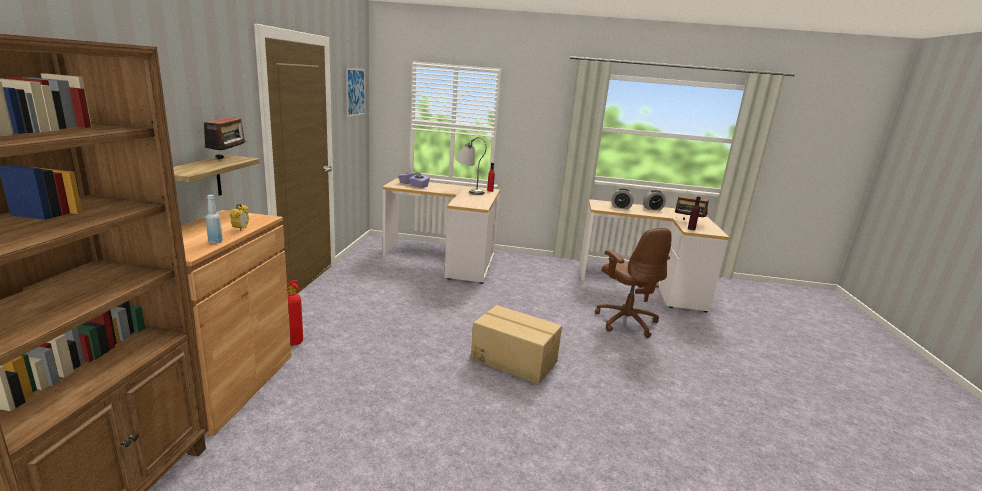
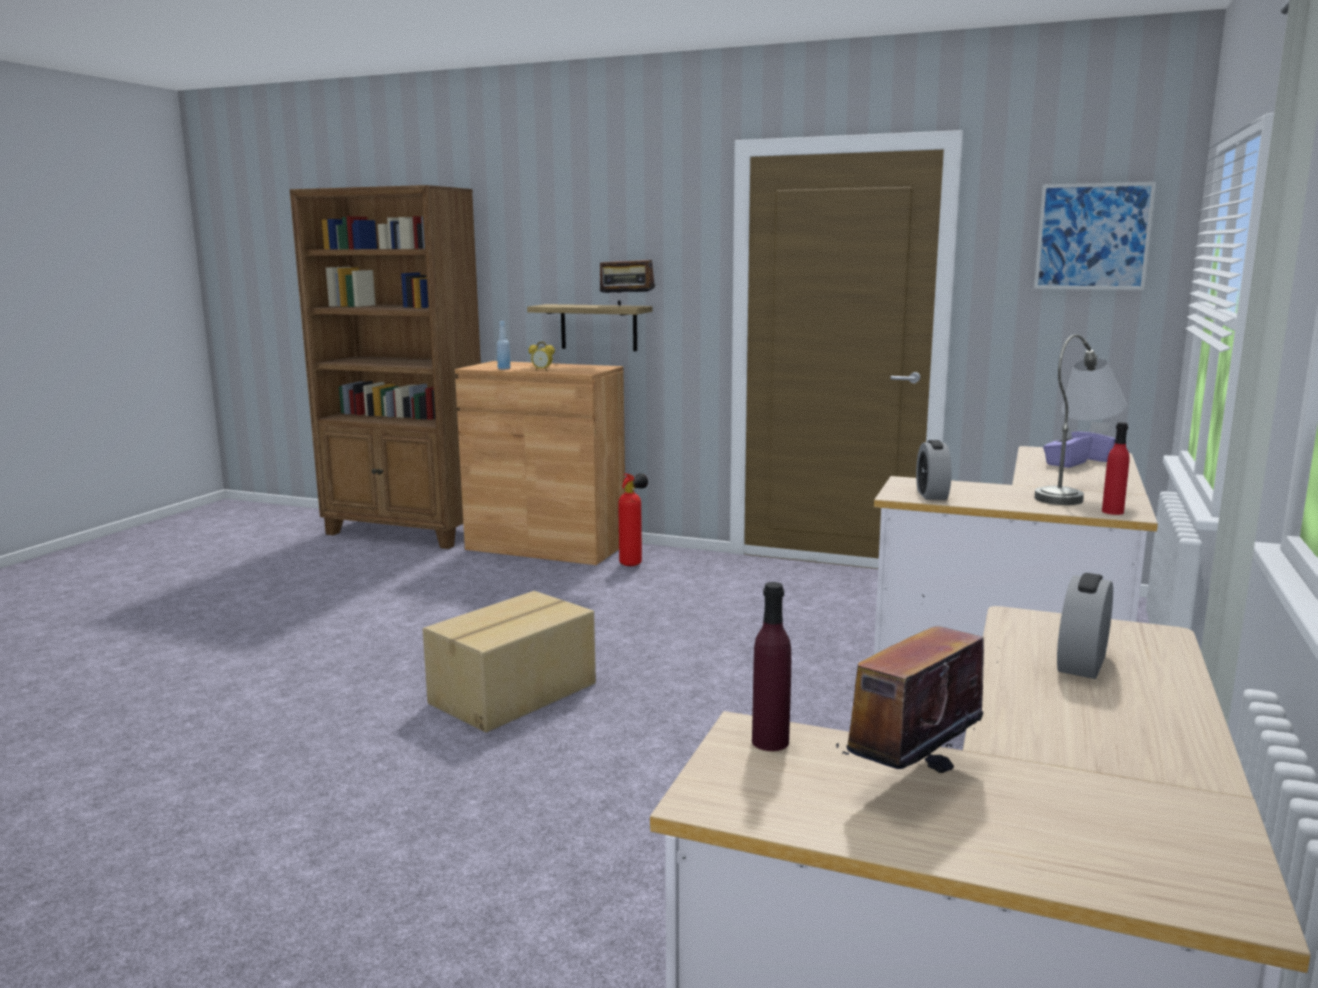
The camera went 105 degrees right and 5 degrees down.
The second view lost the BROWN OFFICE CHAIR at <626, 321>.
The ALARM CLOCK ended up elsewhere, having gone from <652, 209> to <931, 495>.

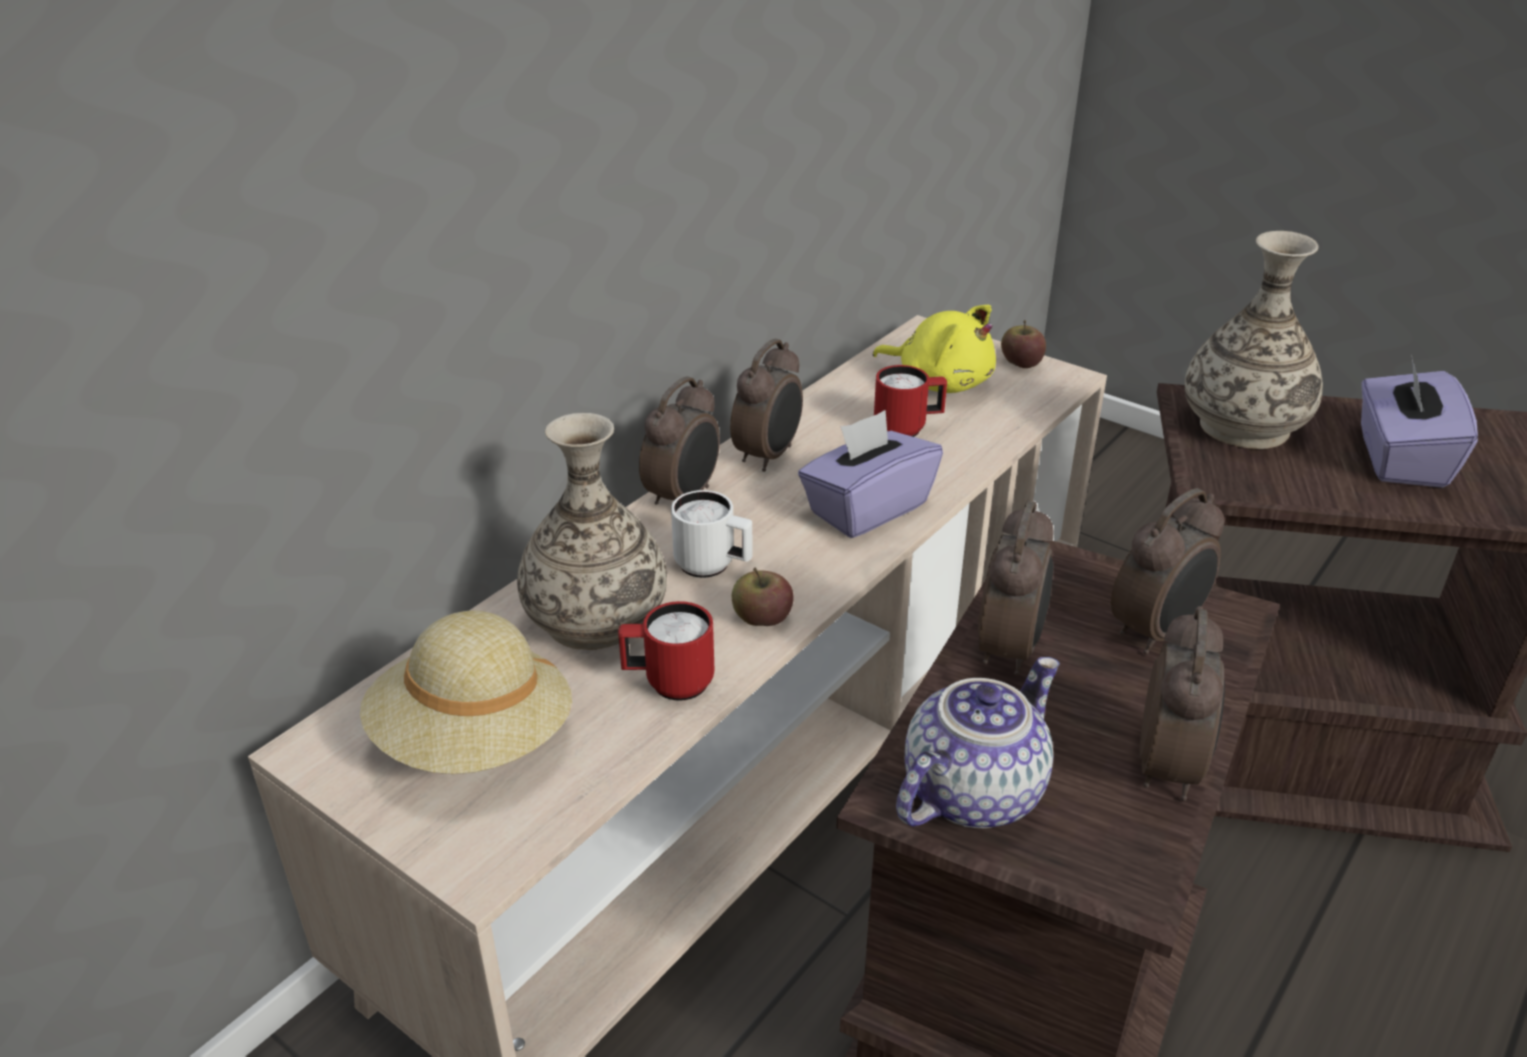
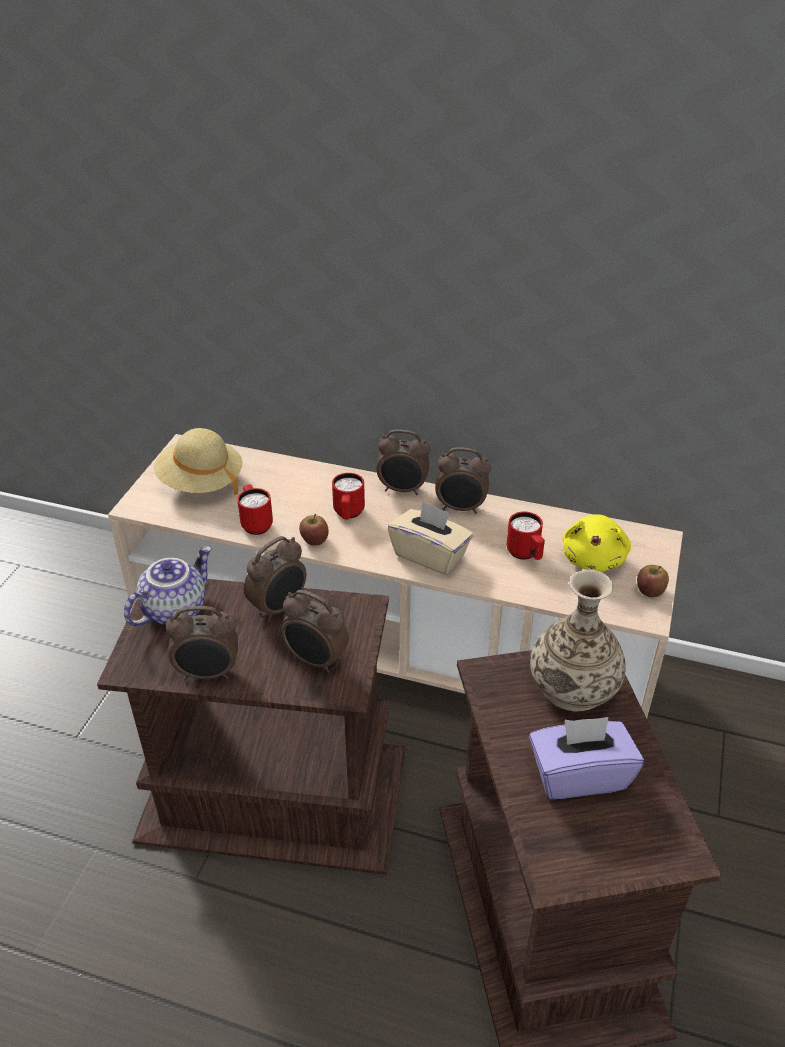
The camera went 70 degrees right and 5 degrees up.
The second view lost the VASE at <596, 618>.
What was the WHITE MUG at <713, 567> turned into the RED MUG at <348, 514>.
What was the PURPLE TISSUE BOX at <867, 508> turned into the BEIGE TISSUE BOX at <430, 555>.
The TEAPOT at <970, 790> ended up facing another way, 75 degrees counterclockwise from before.
The ALARM CLOCK at <1010, 649> ended up facing another way, 45 degrees counterclockwise from before.

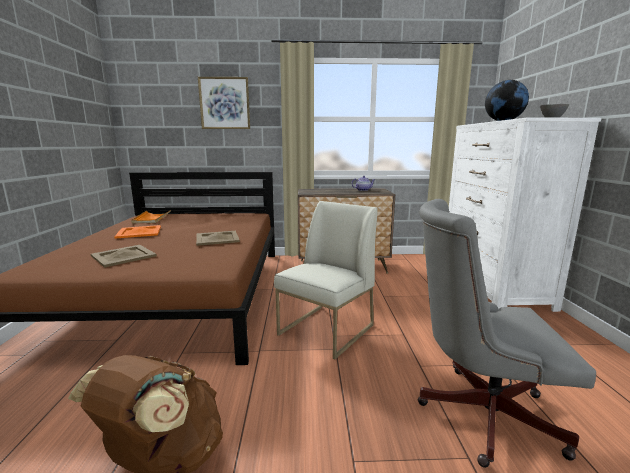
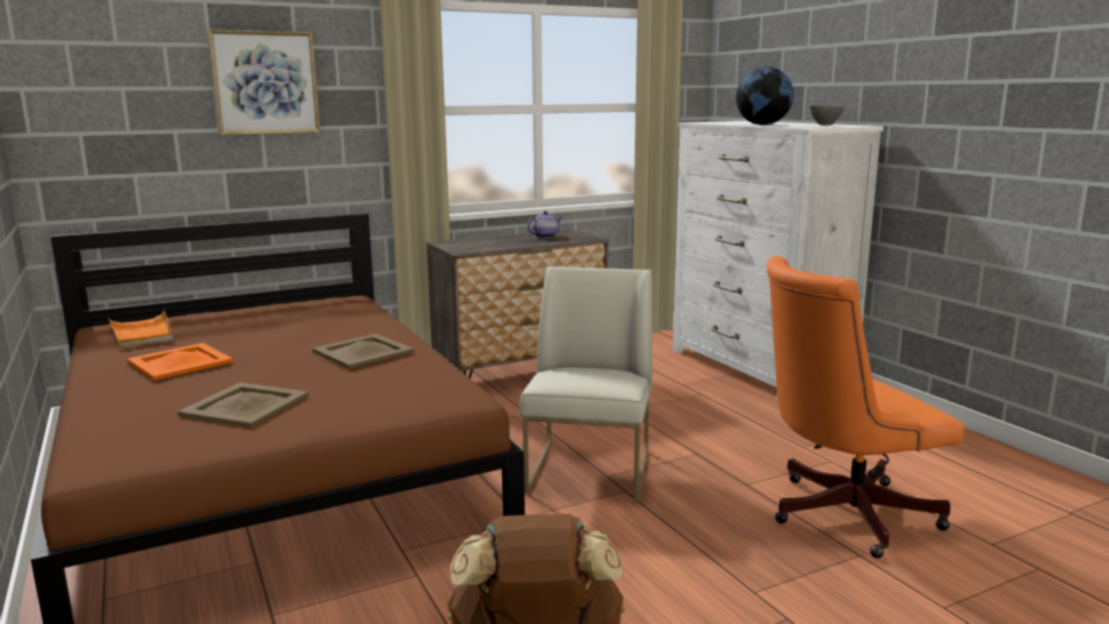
The camera went 25 degrees left and 0 degrees up.
What was the GREY OFFICE CHAIR at <478, 412> turned into the ORANGE OFFICE CHAIR at <841, 514>.

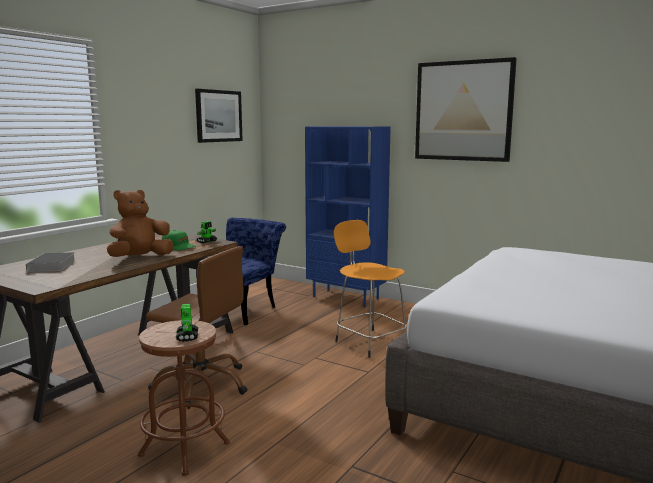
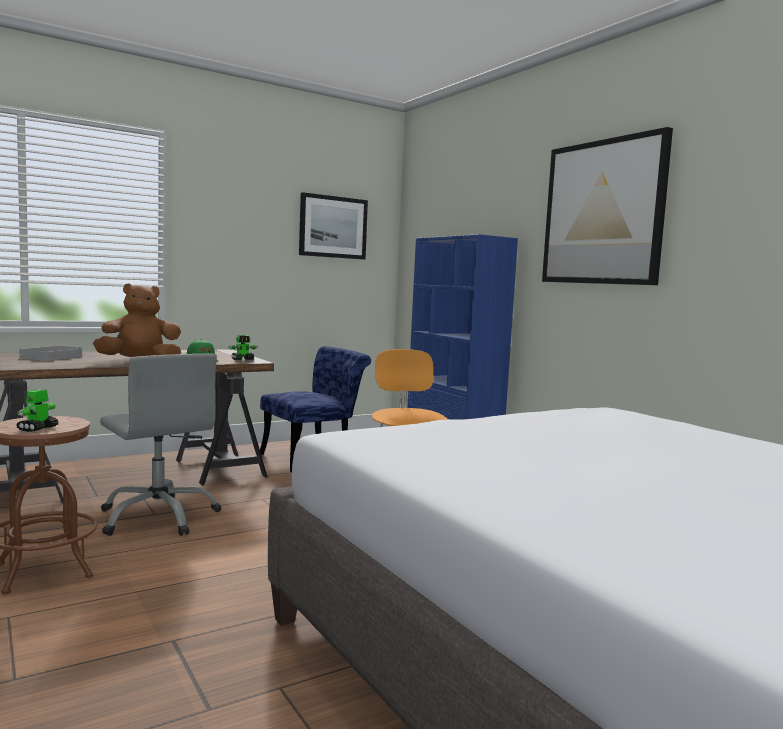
The camera went 25 degrees right and 5 degrees down.
What was the BROWN OFFICE CHAIR at <202, 384> turned into the GREY OFFICE CHAIR at <159, 517>.

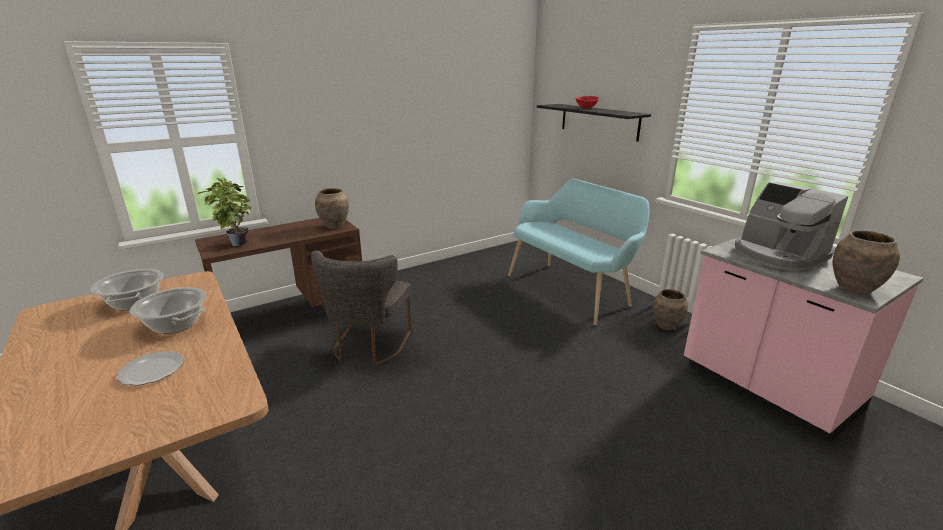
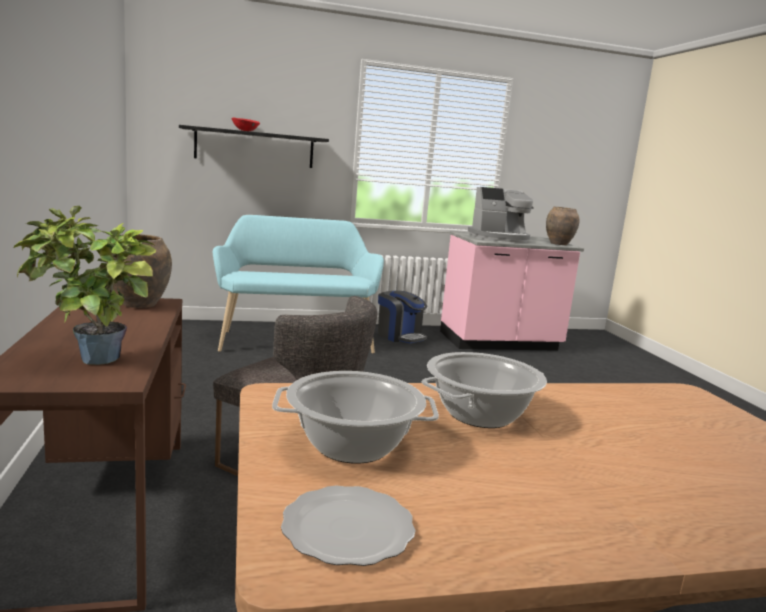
The camera went 70 degrees left and 10 degrees down.
The PLATE ended up elsewhere, having gone from <152, 369> to <345, 528>.
Where the BROWN VASE stood at <666, 326>, the COFFEE MACHINE came to stand at <400, 336>.

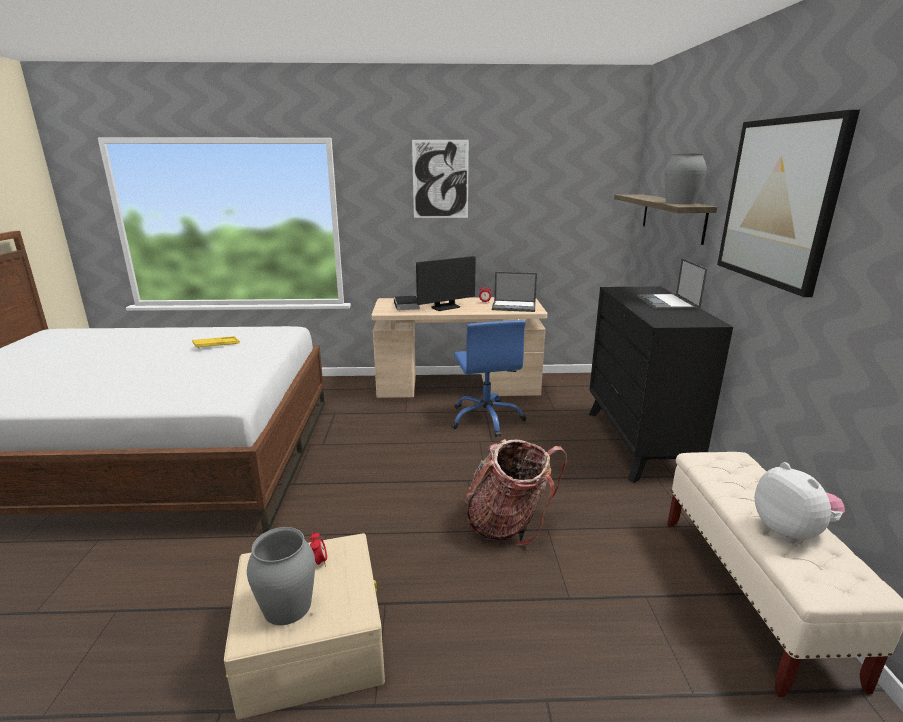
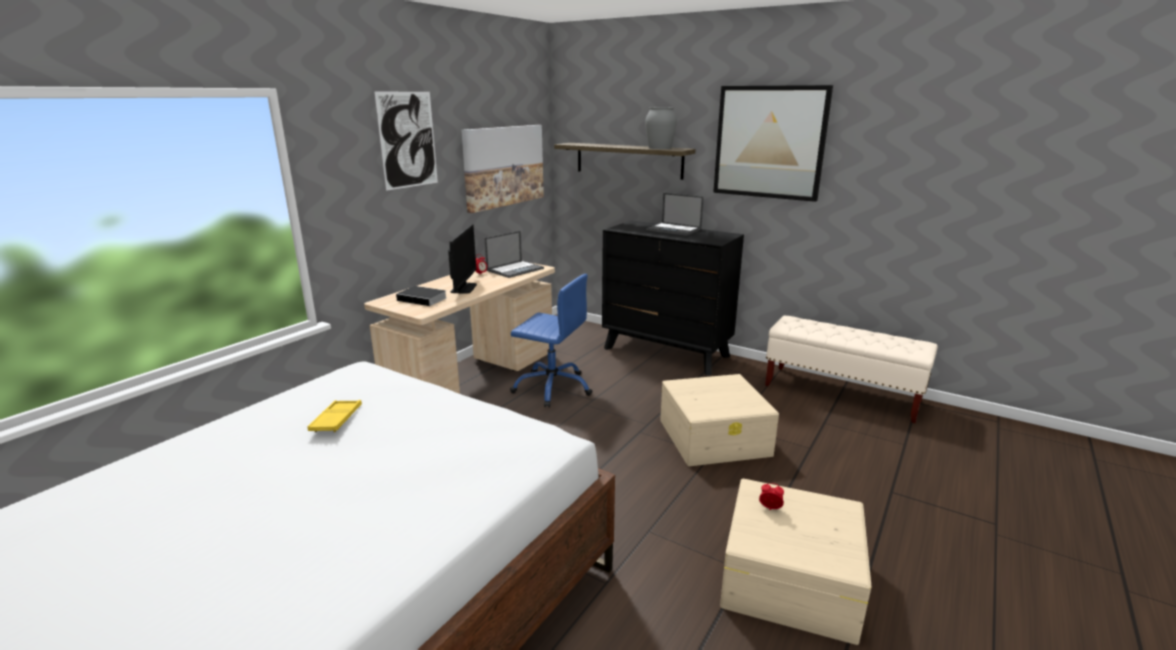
The camera went 55 degrees left and 0 degrees up.
The second view lost the GREY VASE at <287, 606>.
Where the BACKPACK stood at <509, 523>, the BEIGE STORAGE BOX came to stand at <715, 437>.
The second view lost the PLUSH TOY at <790, 531>.
The second view gained the PICTURE at <504, 166>.

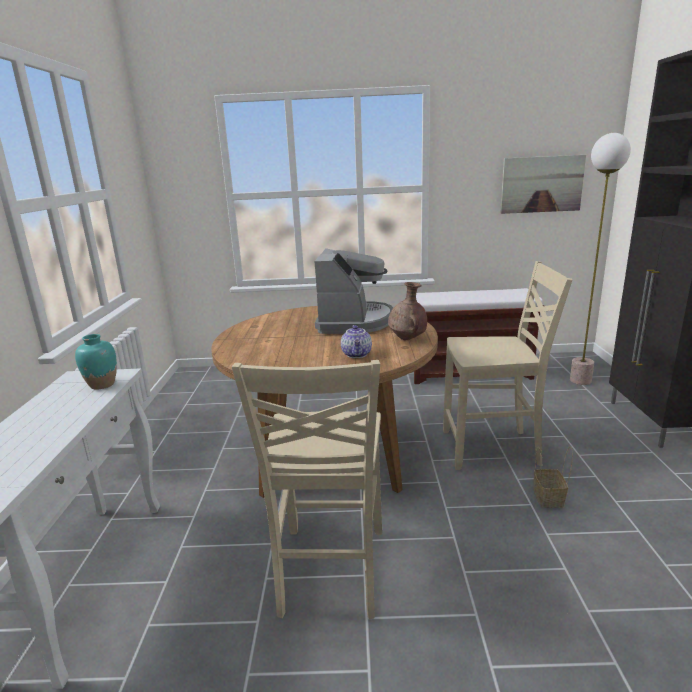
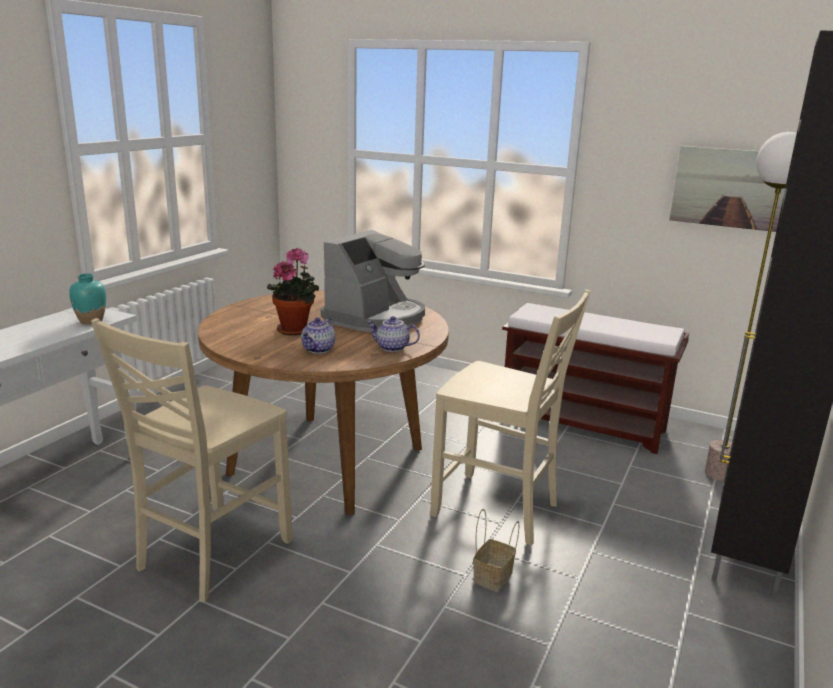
The camera went 25 degrees right and 0 degrees up.
Where the BROWN VASE stood at <408, 339>, the TEAPOT came to stand at <392, 348>.
The second view gained the POTTED PLANT at <296, 329>.

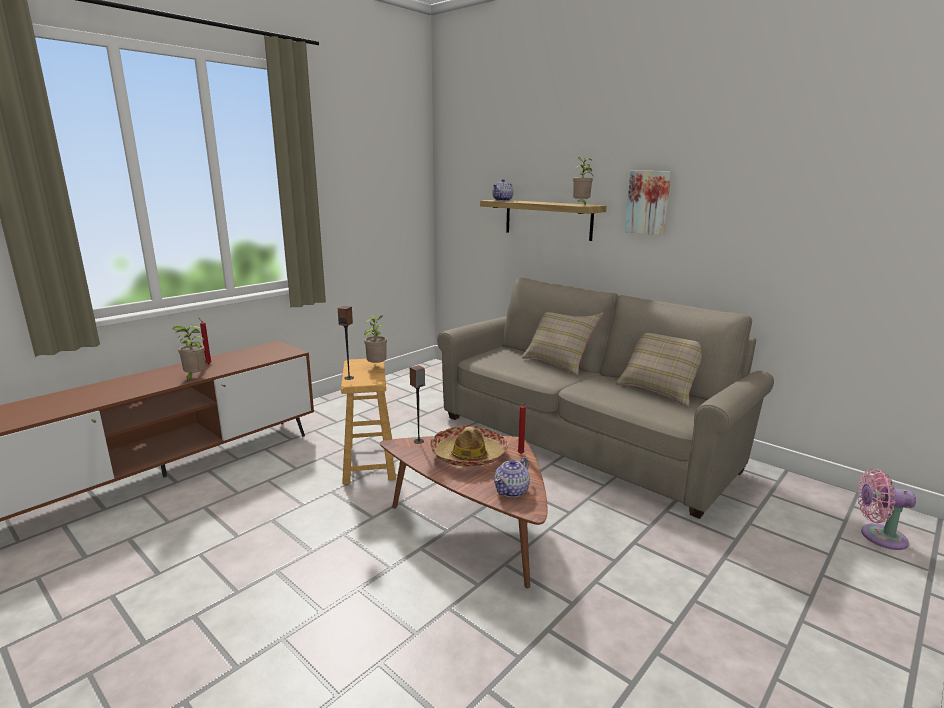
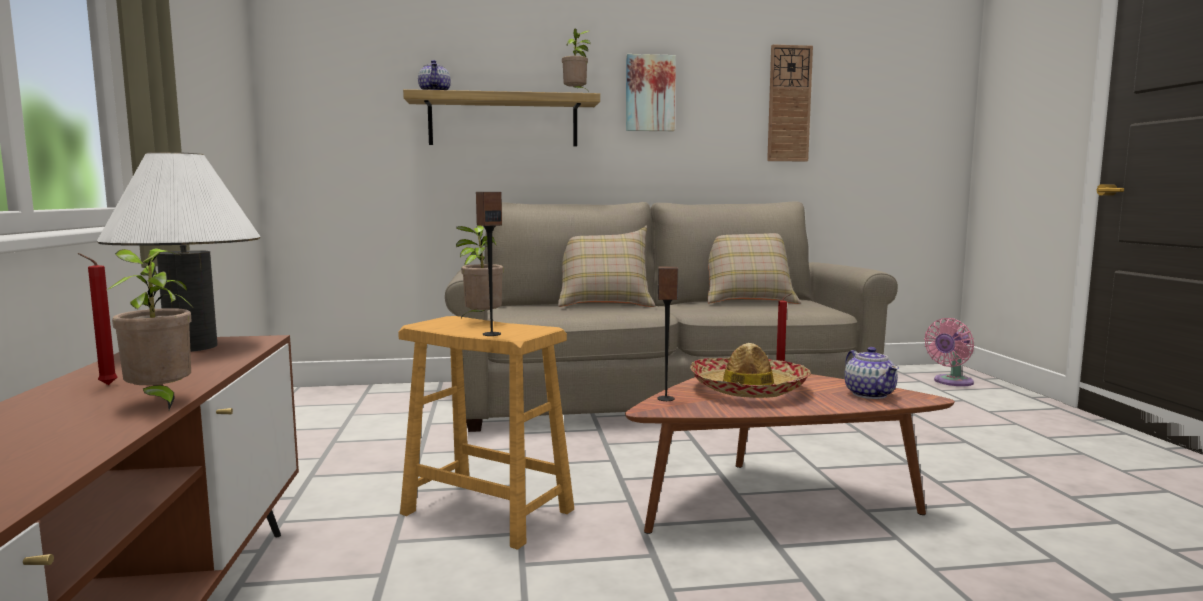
The camera went 50 degrees left and 10 degrees down.
The second view gained the WHITE TABLE LAMP at <191, 347>.
The second view gained the WALL CLOCK at <789, 104>.

